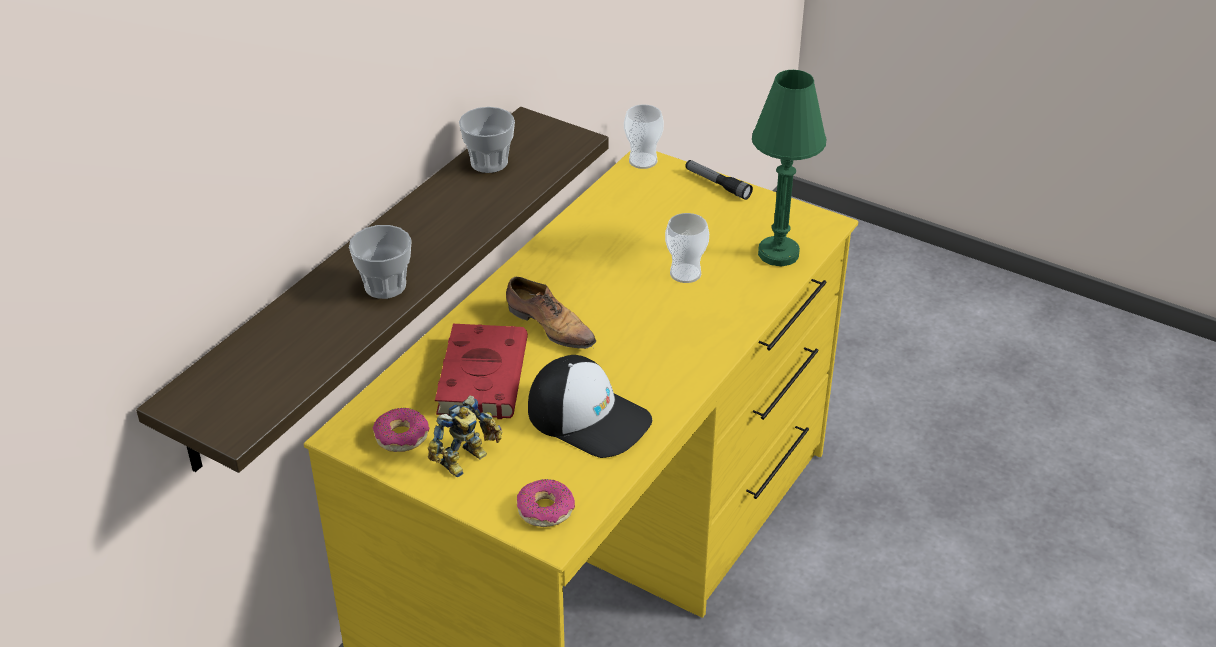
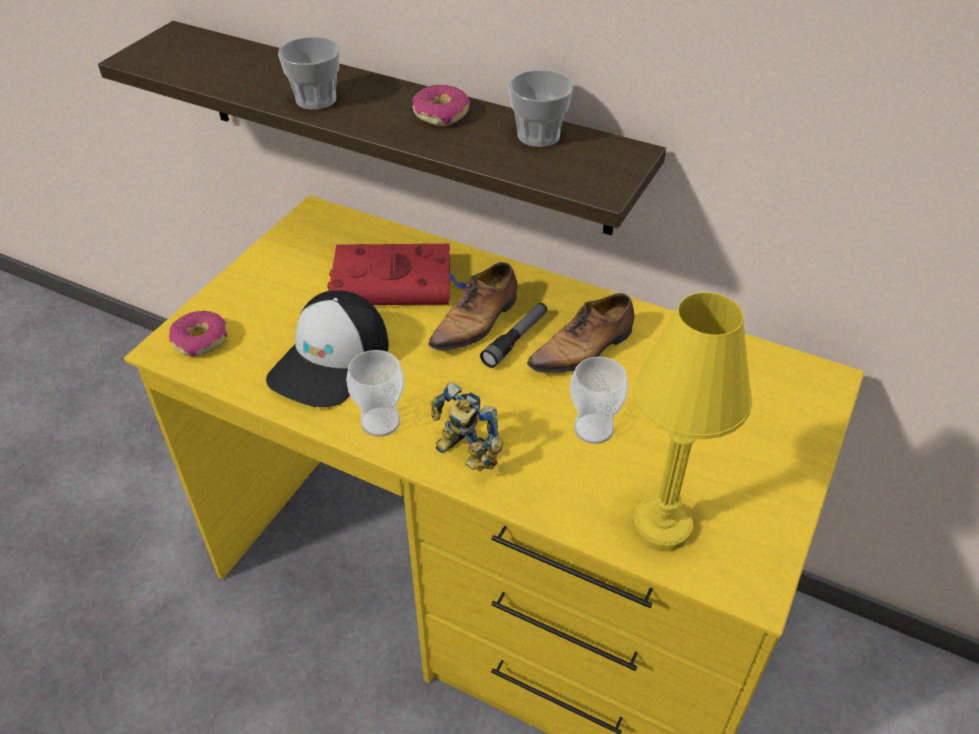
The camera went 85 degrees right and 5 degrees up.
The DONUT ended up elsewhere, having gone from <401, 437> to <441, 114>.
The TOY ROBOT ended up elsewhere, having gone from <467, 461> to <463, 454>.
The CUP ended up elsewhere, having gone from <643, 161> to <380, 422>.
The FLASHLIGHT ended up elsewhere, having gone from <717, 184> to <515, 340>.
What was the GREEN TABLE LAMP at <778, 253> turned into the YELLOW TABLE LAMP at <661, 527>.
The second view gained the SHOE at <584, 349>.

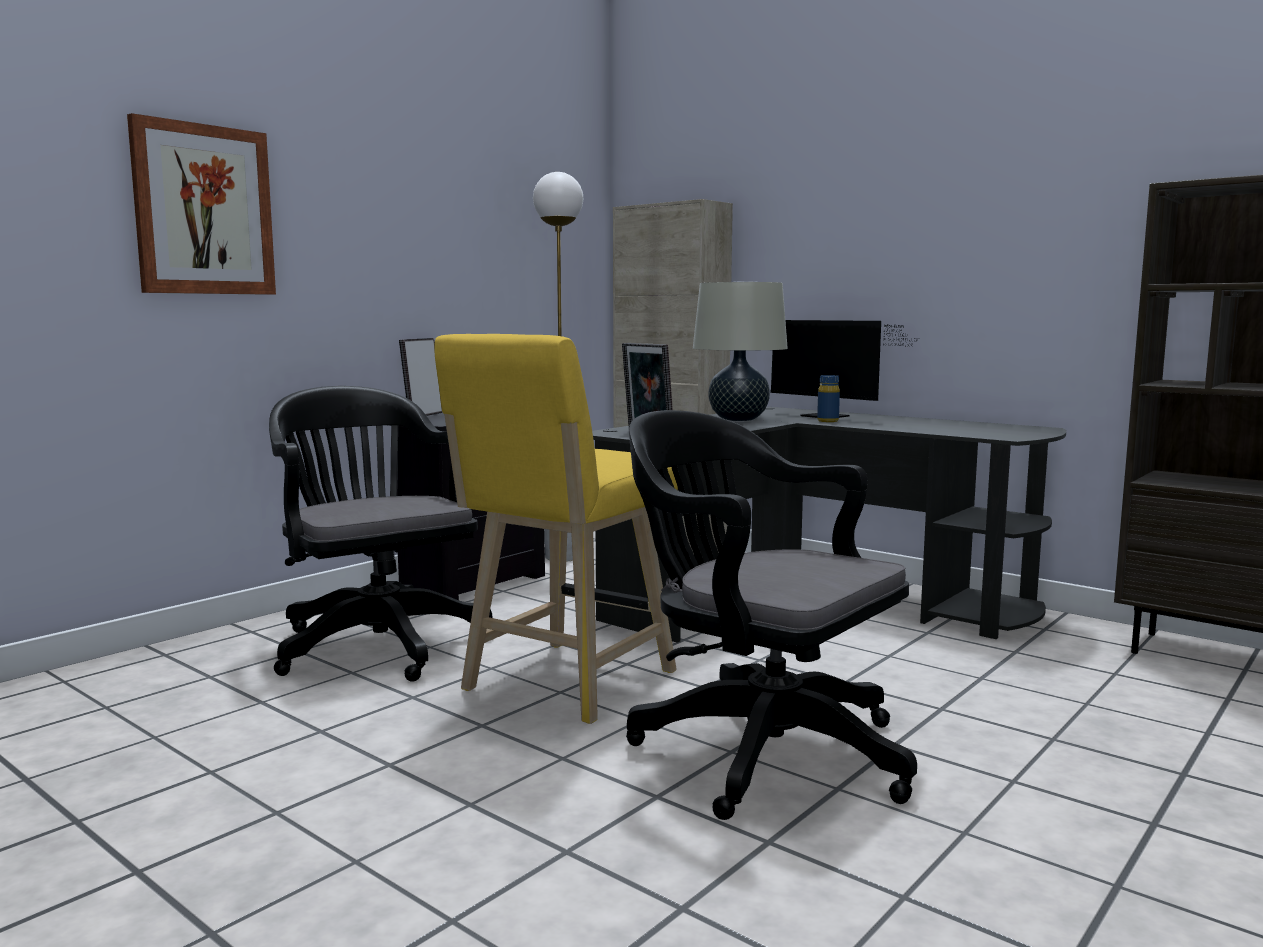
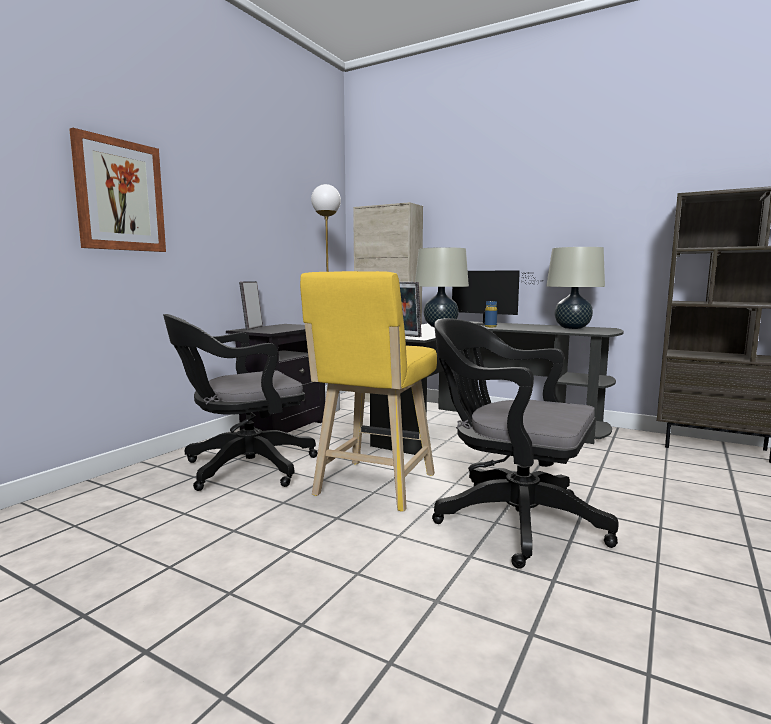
The camera went 10 degrees left and 0 degrees up.
The BLACK OFFICE CHAIR at <376, 643> ended up facing another way, 75 degrees counterclockwise from before.
The second view gained the BEIGE TABLE LAMP at <572, 328>.

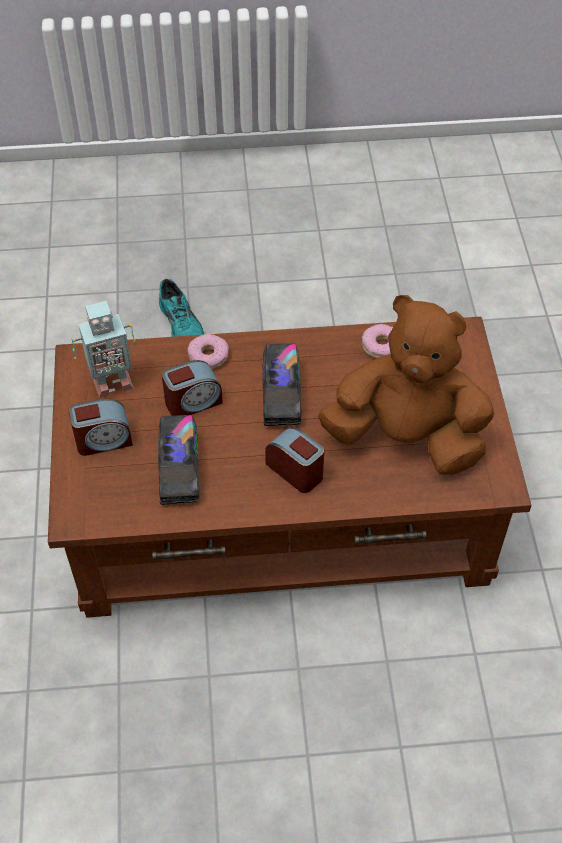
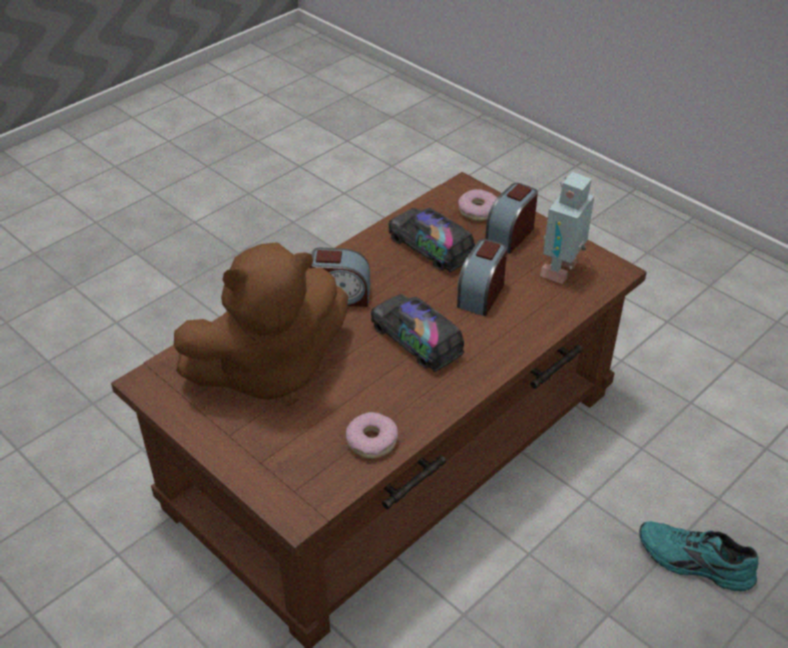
The camera went 140 degrees right and 10 degrees down.
The DONUT ended up elsewhere, having gone from <208, 356> to <478, 211>.

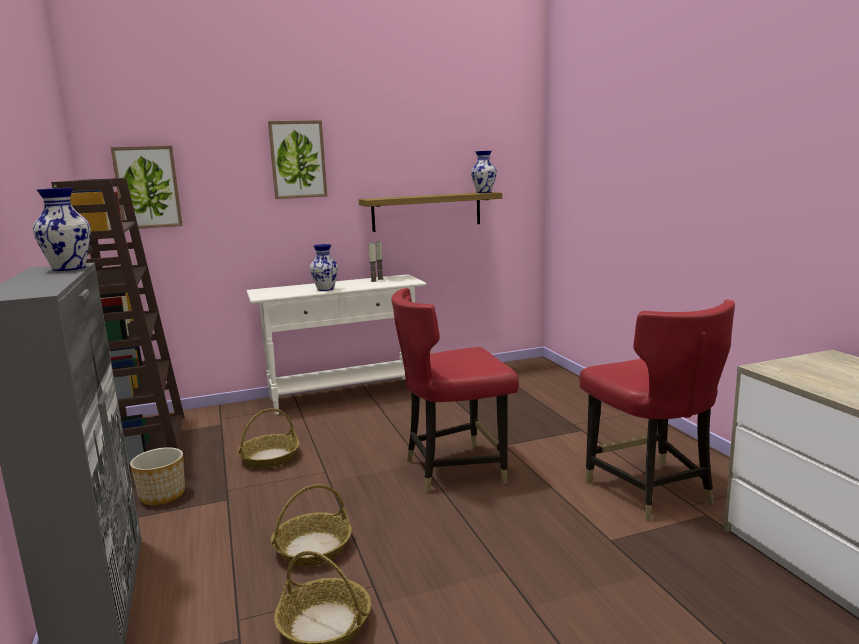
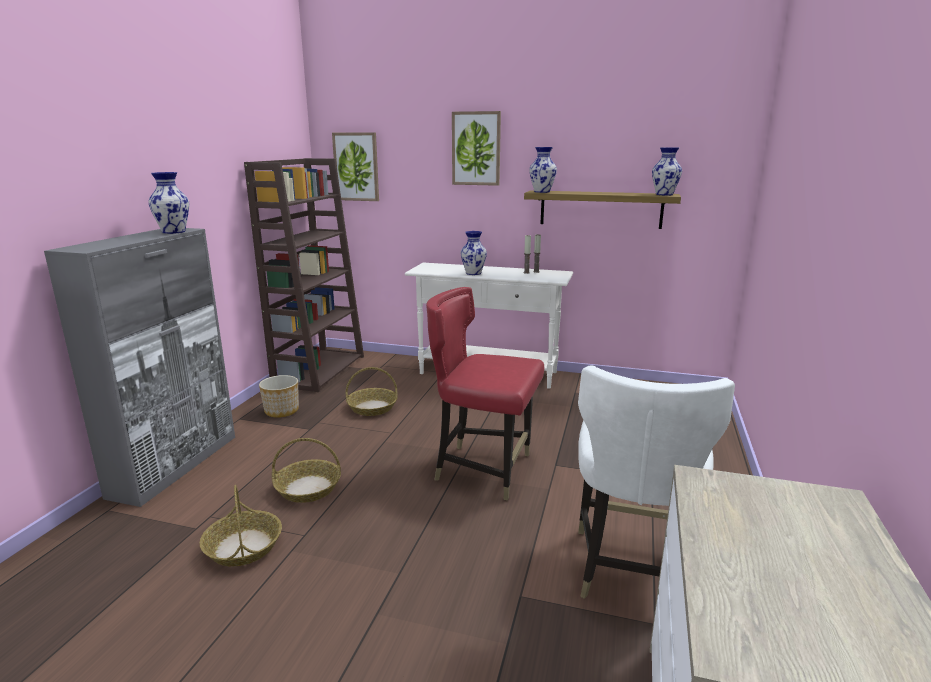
The camera went 35 degrees right and 5 degrees up.
What was the RED CHAIR at <649, 491> turned into the WHITE CHAIR at <630, 570>.
The second view gained the VASE at <542, 192>.

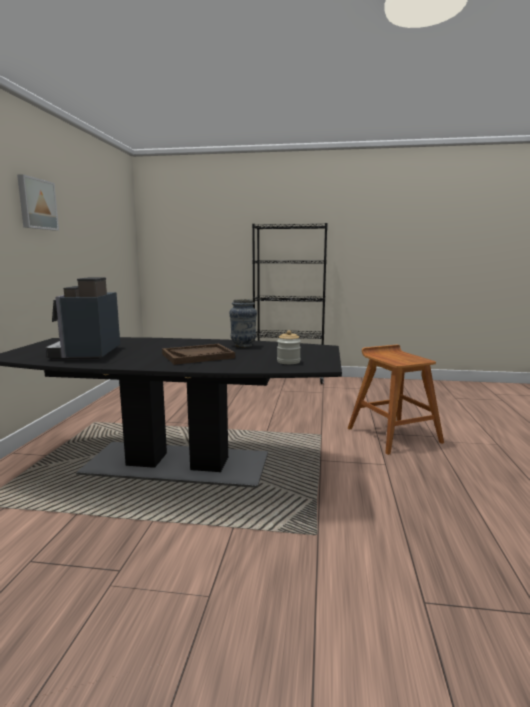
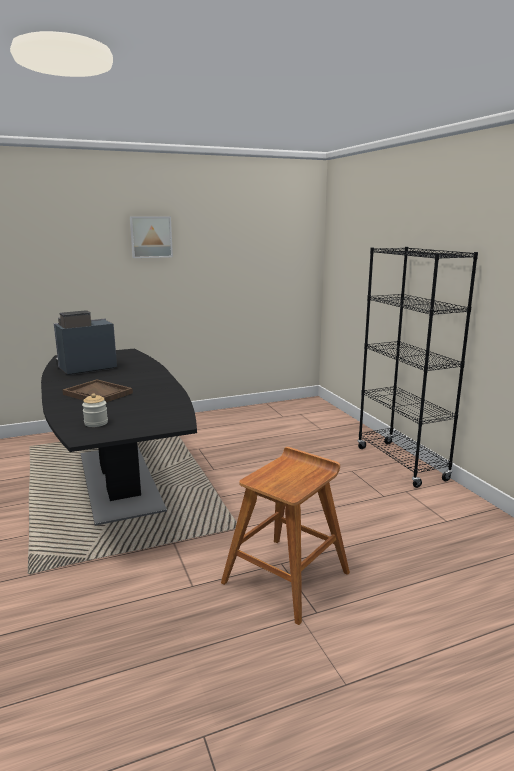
The camera went 60 degrees right and 5 degrees up.
The second view lost the VASE at <243, 345>.

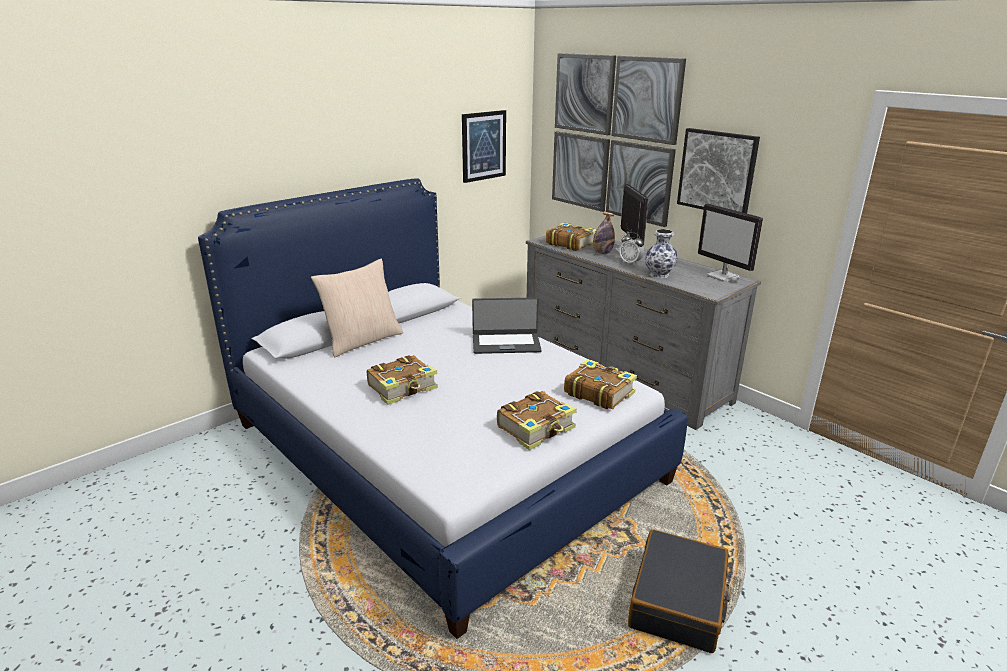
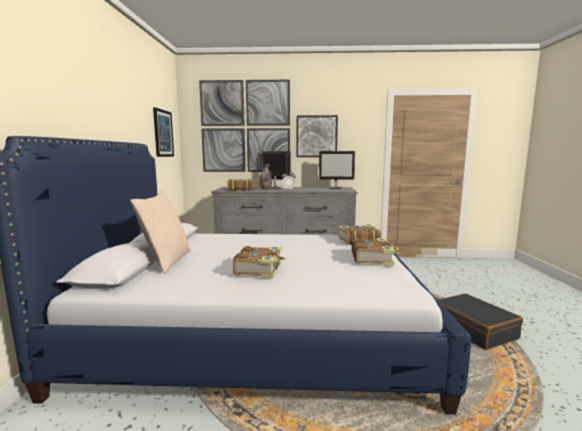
The camera went 45 degrees left and 15 degrees down.
The second view lost the LAPTOP at <506, 343>.
The second view lost the VASE at <659, 275>.

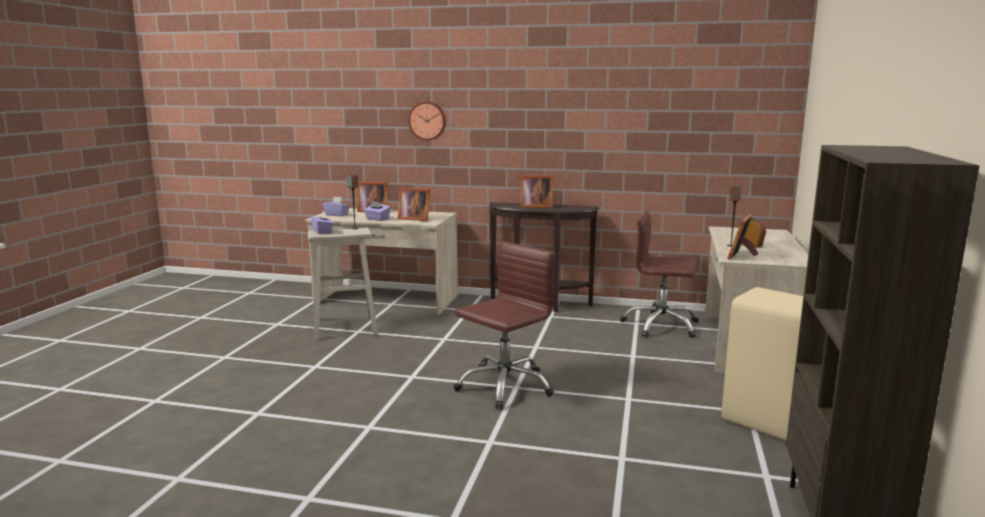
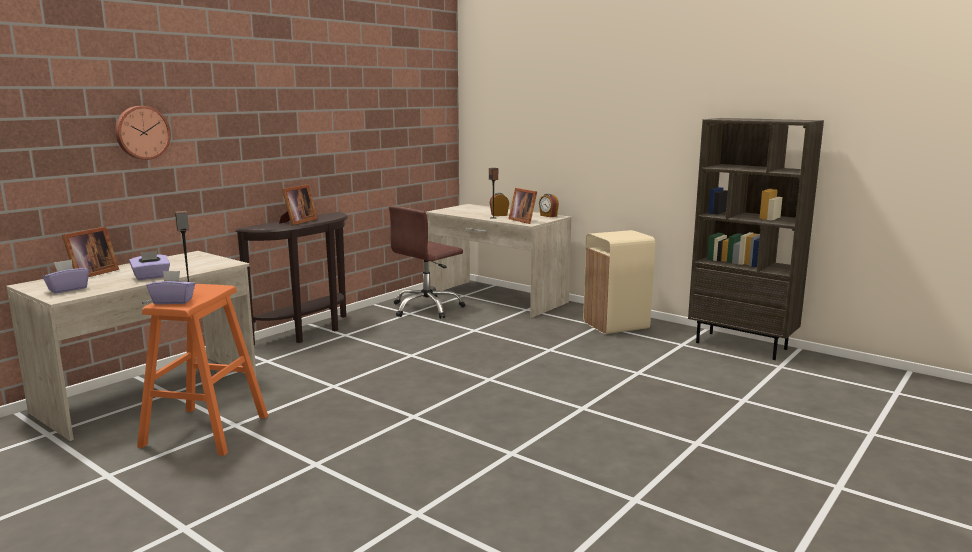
The camera went 65 degrees left and 0 degrees up.
What was the BEIGE STOOL at <344, 327> turned into the ORANGE STOOL at <205, 431>.
The second view lost the PICTURE FRAME at <414, 219>.
The second view lost the BROWN OFFICE CHAIR at <504, 386>.
The second view gained the ALARM CLOCK at <548, 216>.

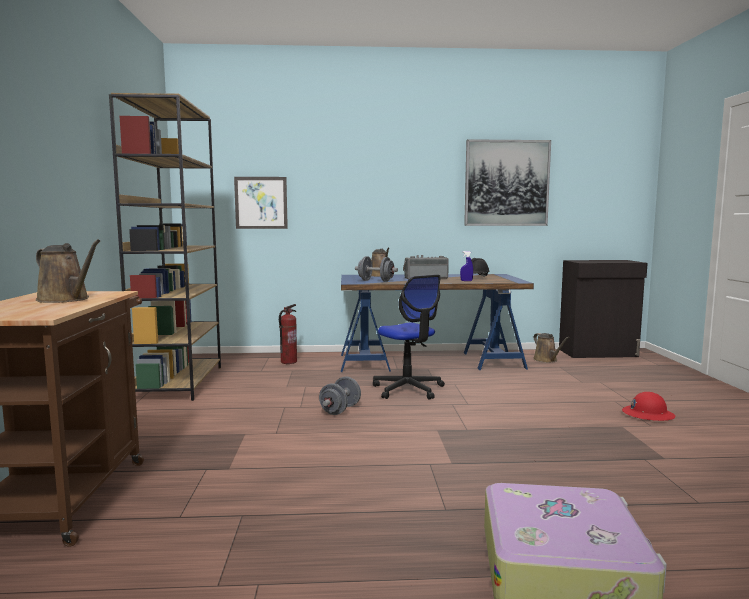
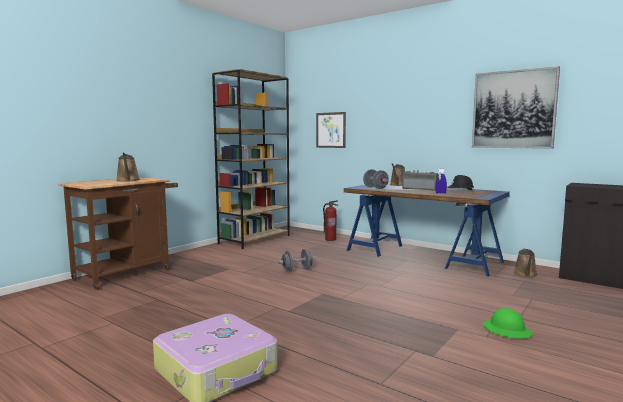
The camera went 40 degrees right and 0 degrees up.
The second view lost the OFFICE CHAIR at <408, 389>.
What was the RED HARD HAT at <647, 414> turned into the GREEN HARD HAT at <507, 330>.

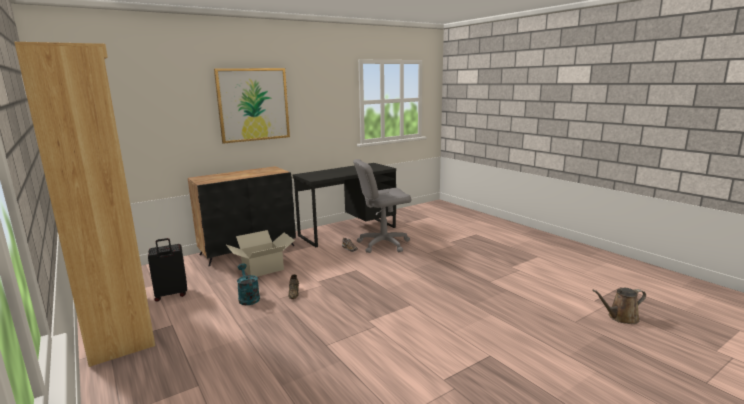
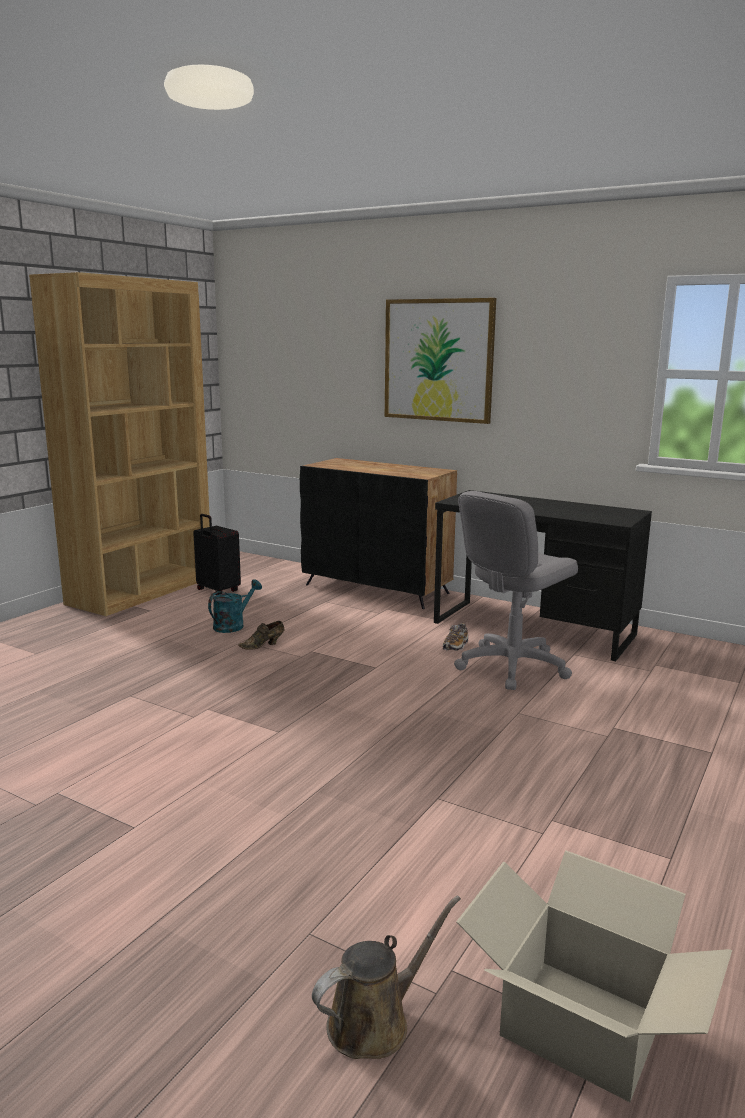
The camera went 65 degrees right and 0 degrees up.
The CARDBOARD BOX ended up elsewhere, having gone from <263, 268> to <581, 1027>.
The GREY OFFICE CHAIR at <383, 244> ended up facing another way, 90 degrees counterclockwise from before.
The BROWN WATERING CAN at <620, 317> ended up facing another way, 90 degrees clockwise from before.

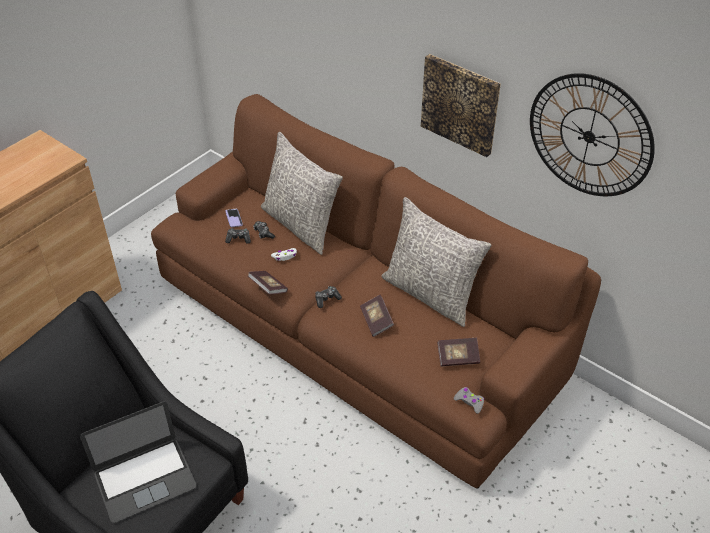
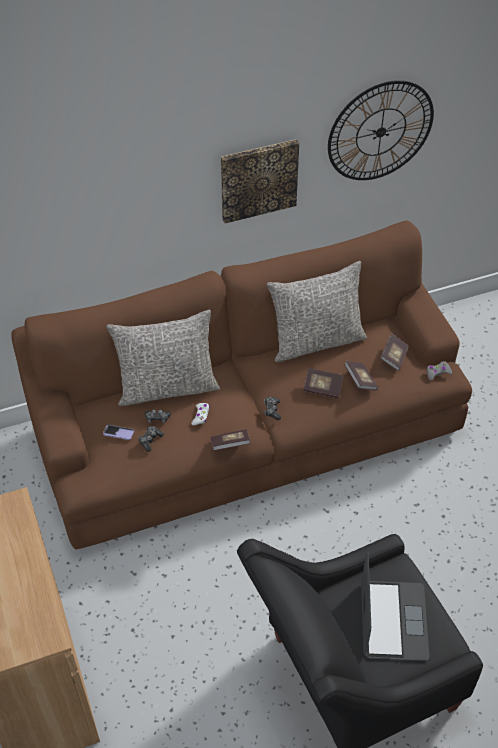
The camera went 60 degrees left and 5 degrees up.
The second view gained the BOOK at <360, 381>.

